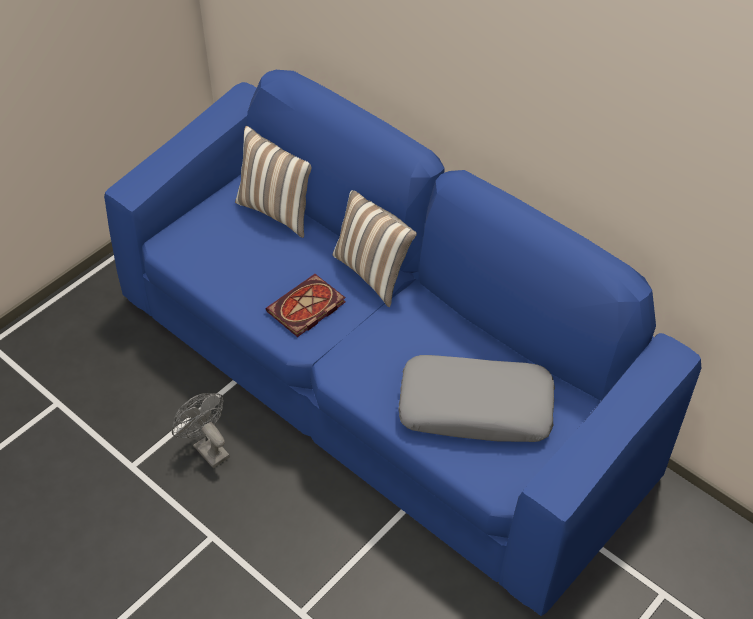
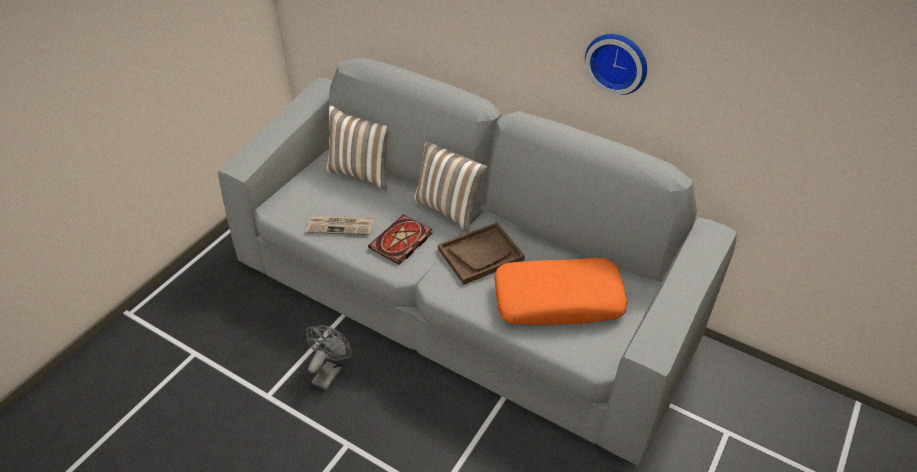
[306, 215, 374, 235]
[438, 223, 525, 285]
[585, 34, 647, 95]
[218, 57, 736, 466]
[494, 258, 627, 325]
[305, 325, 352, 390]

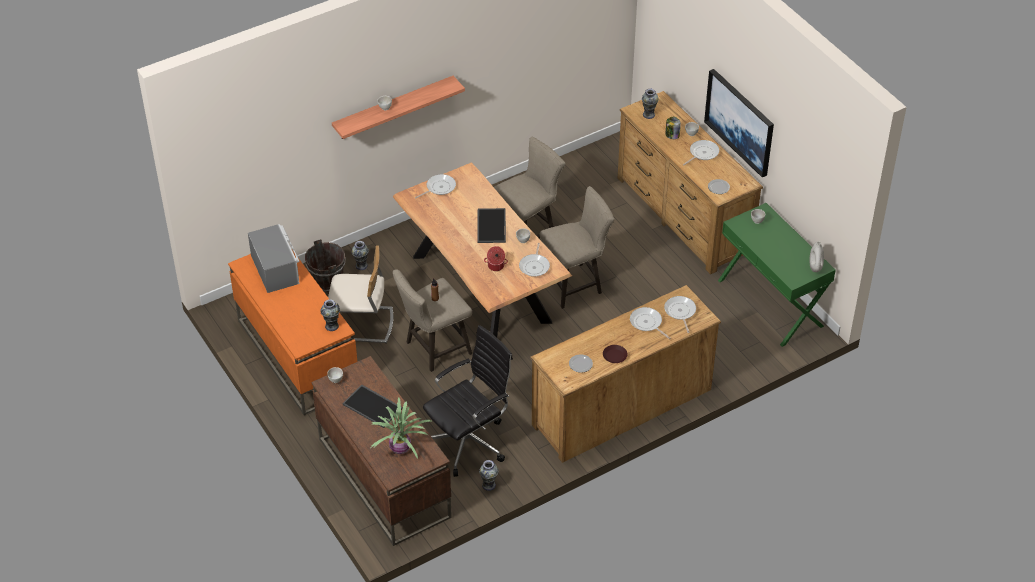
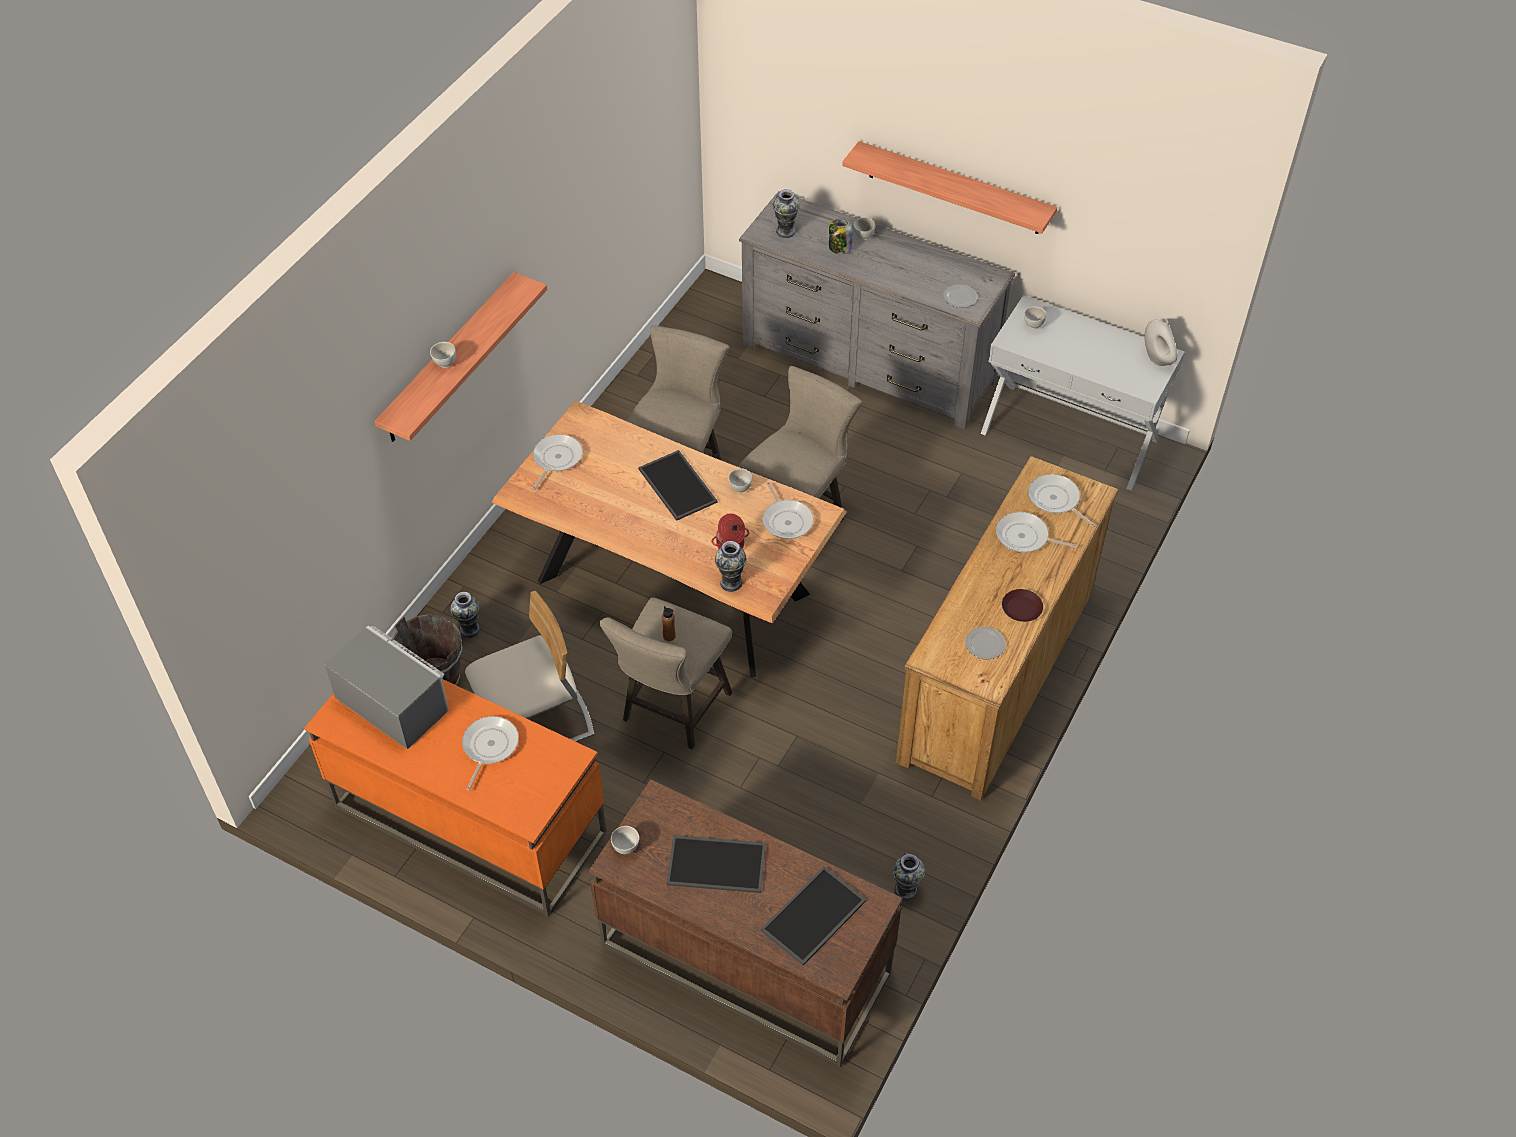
[423, 325, 513, 477] (first image)
[715, 541, 746, 592]
[462, 716, 519, 791]
[761, 866, 867, 966]
[842, 141, 1057, 234]
[739, 191, 1015, 430]
[981, 295, 1185, 491]

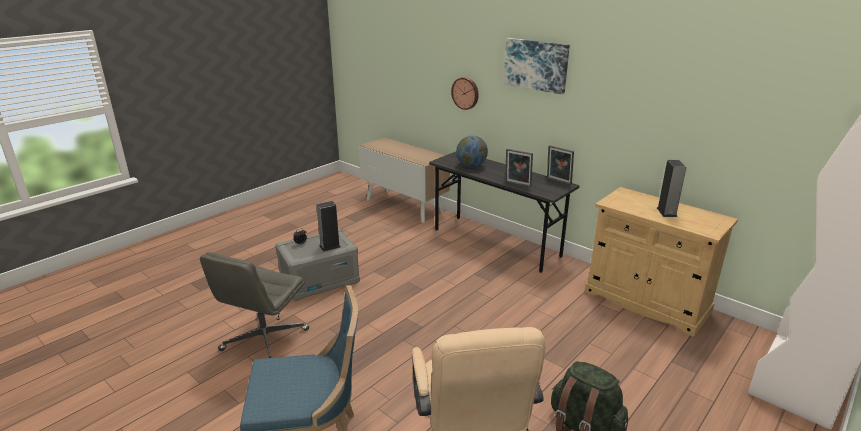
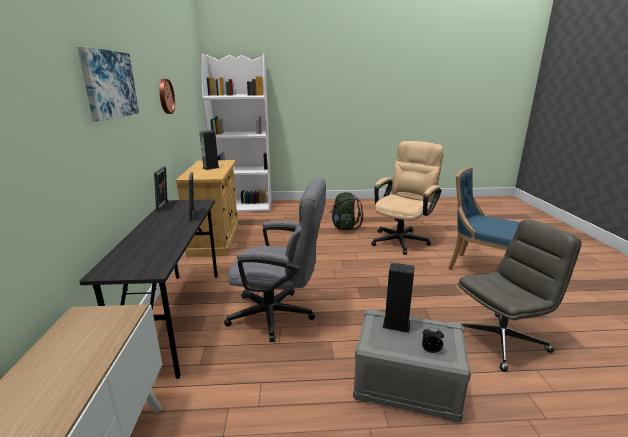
[456, 136, 488, 167] (first image)
[224, 177, 326, 342]
[159, 79, 175, 114]

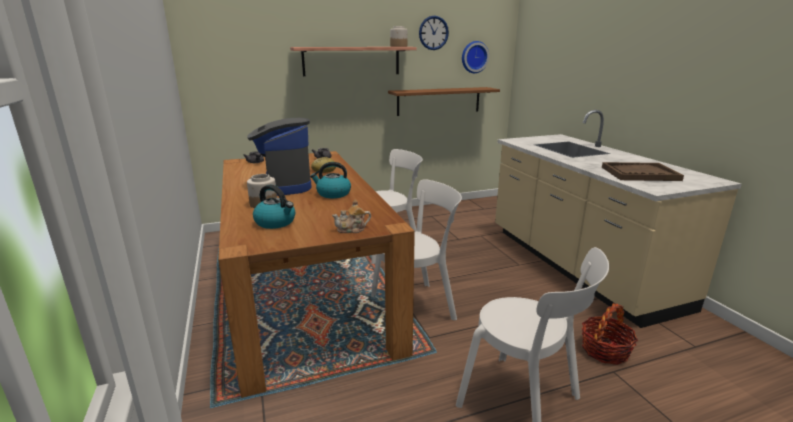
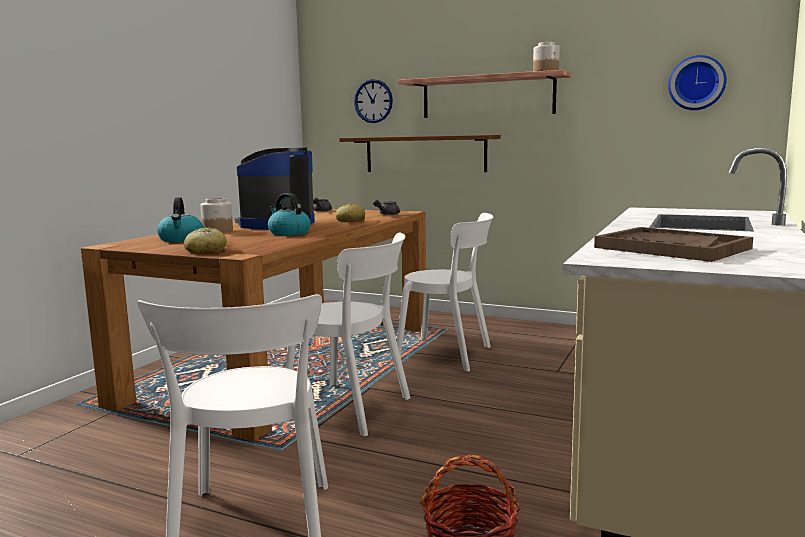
[339, 135, 501, 172]
[354, 79, 393, 123]
[184, 227, 227, 253]

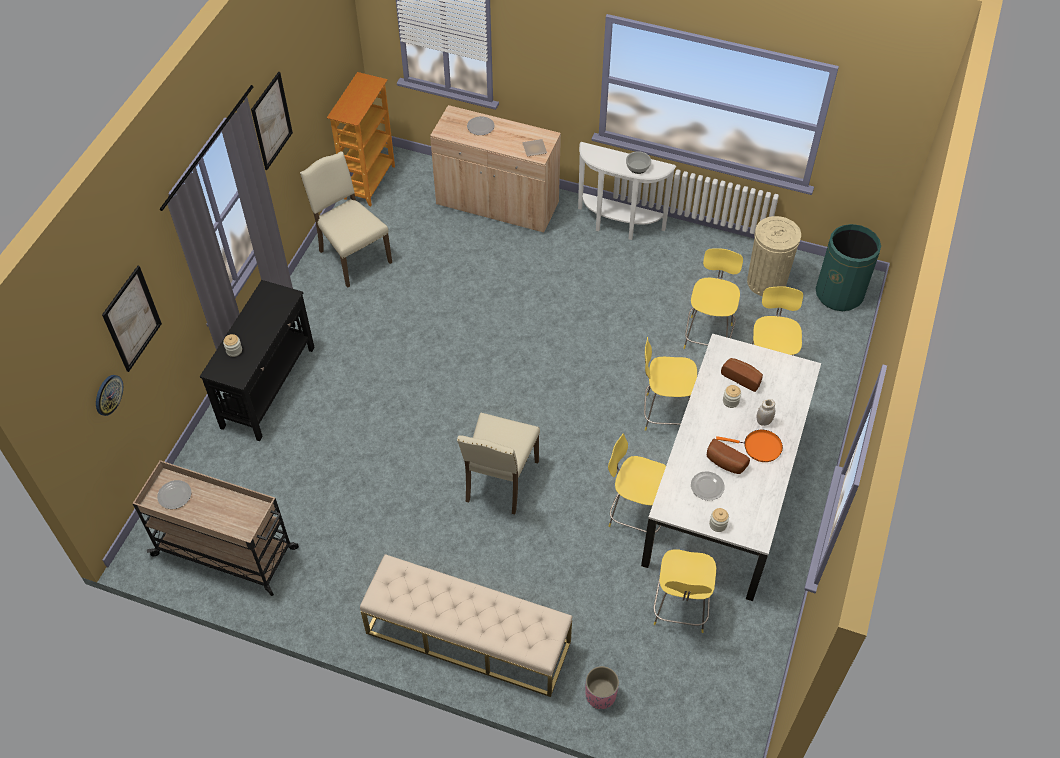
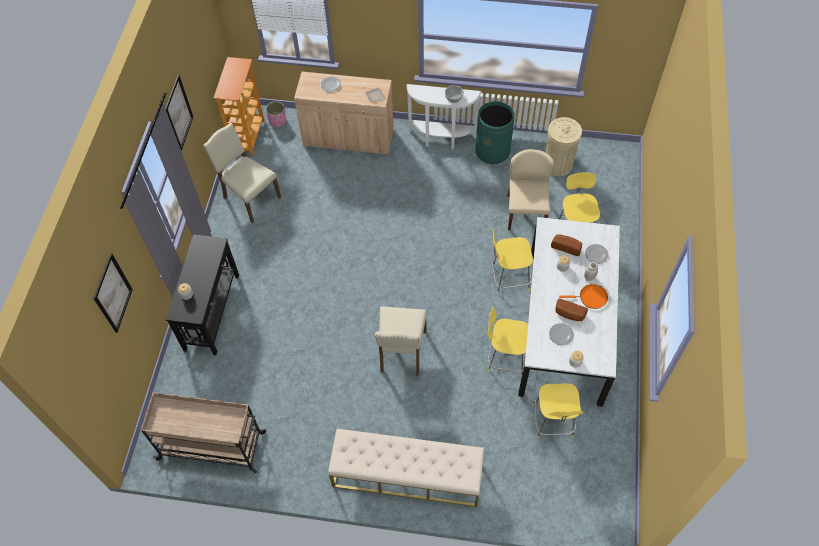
[96, 375, 123, 416] (first image)
[585, 244, 609, 264]
[266, 101, 286, 128]
[475, 101, 515, 164]
[508, 149, 554, 230]

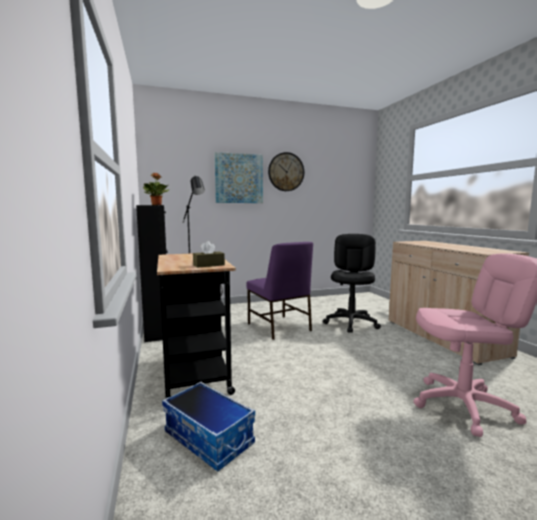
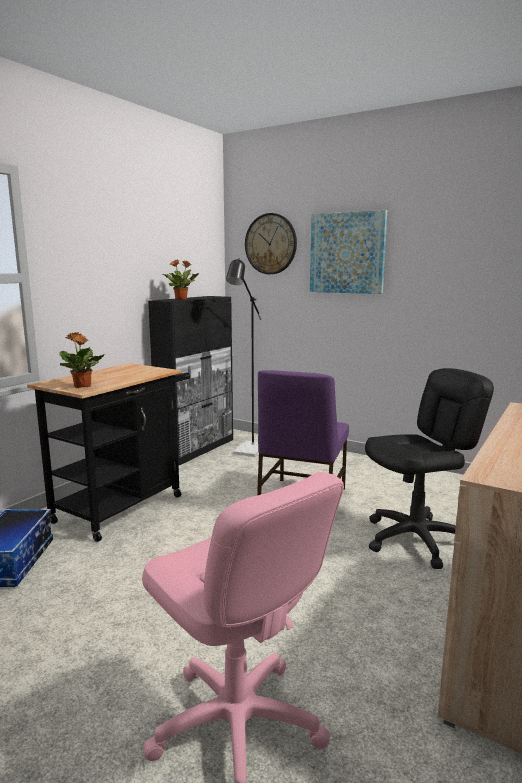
[245, 213, 297, 274]
[59, 332, 105, 388]

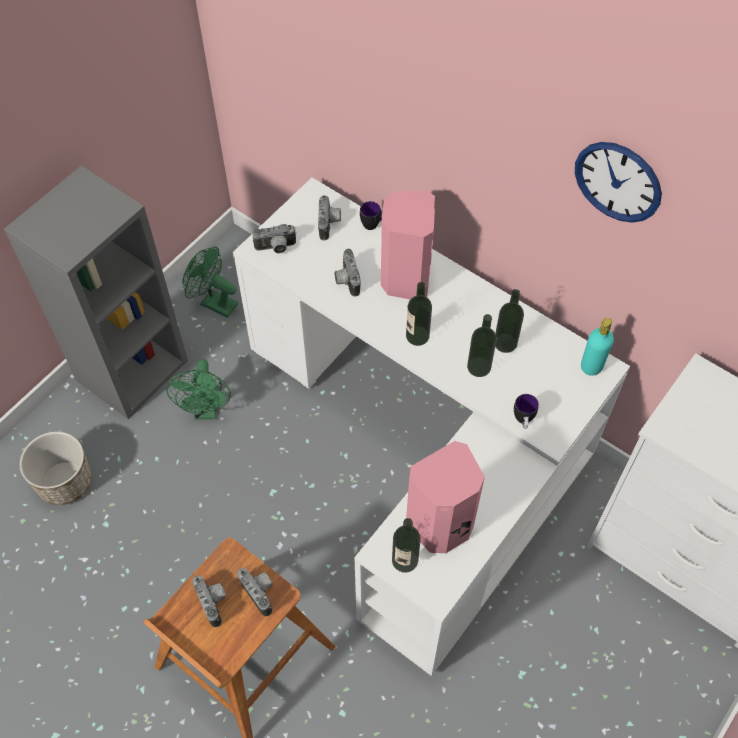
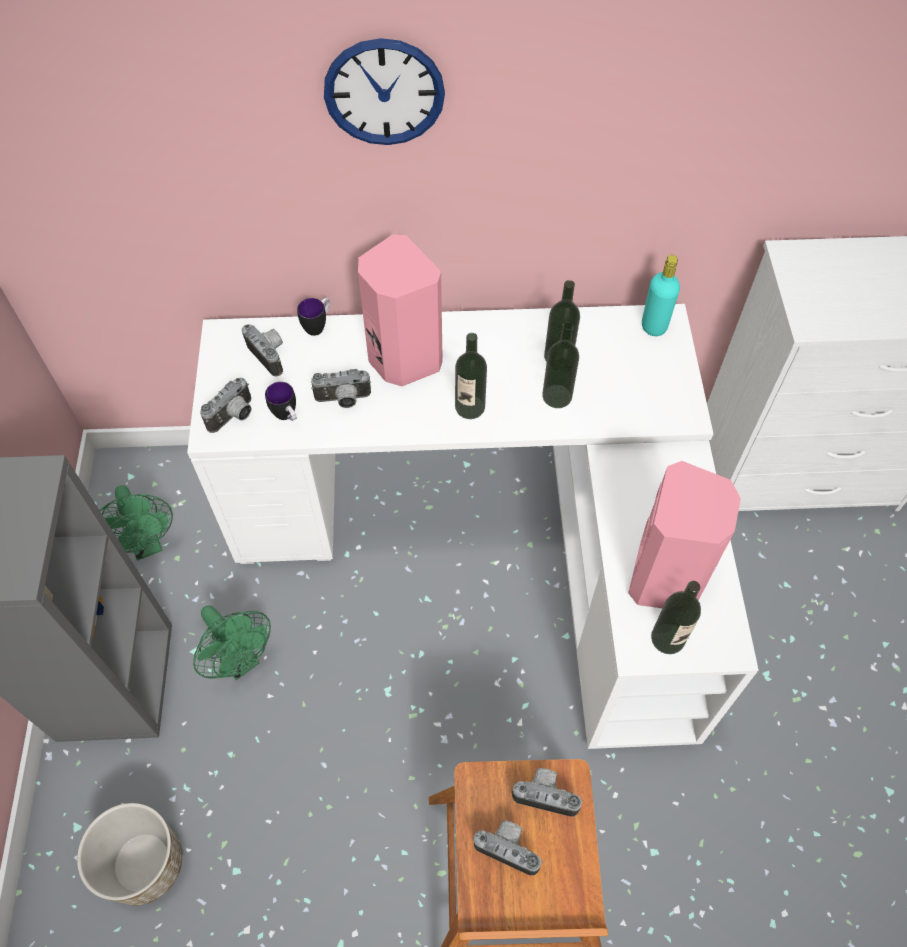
[265, 382, 297, 421]
[324, 38, 445, 145]
[100, 485, 173, 561]
[311, 369, 371, 408]

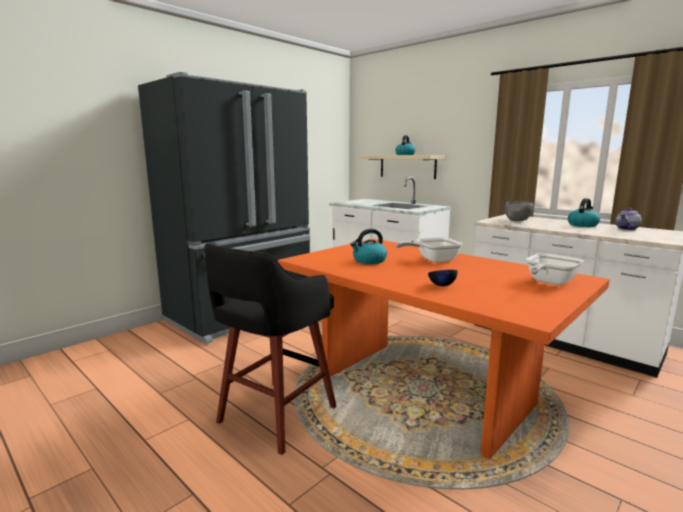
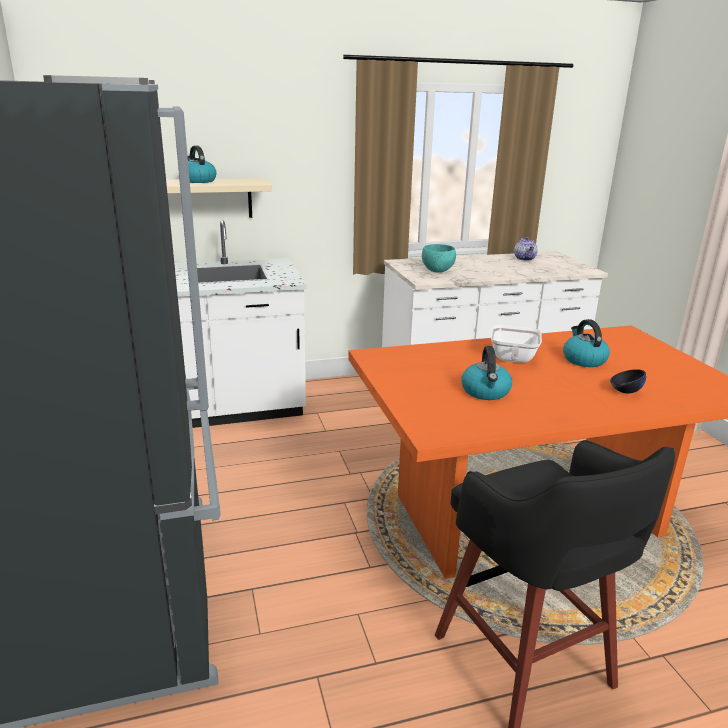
[526, 253, 584, 285] (first image)
[563, 319, 610, 367]
[422, 244, 456, 273]

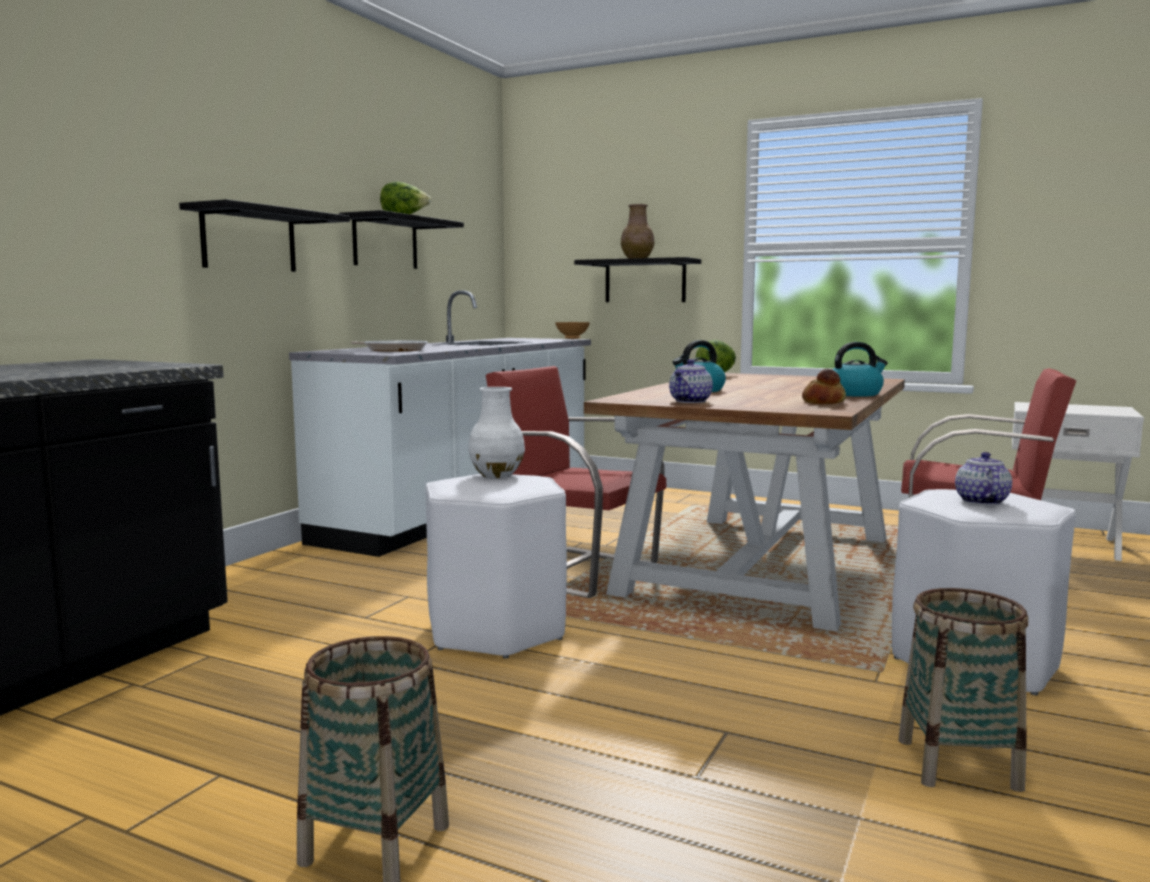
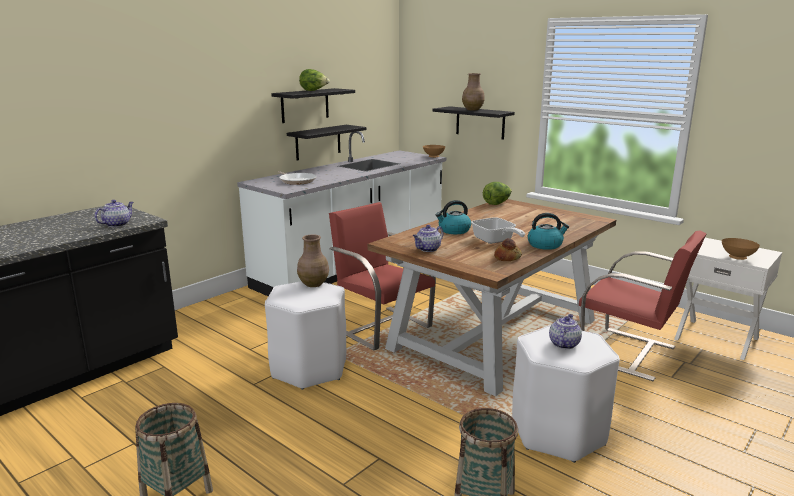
[94, 200, 134, 227]
[471, 217, 525, 244]
[722, 238, 760, 260]
[287, 125, 367, 160]
[297, 235, 329, 287]

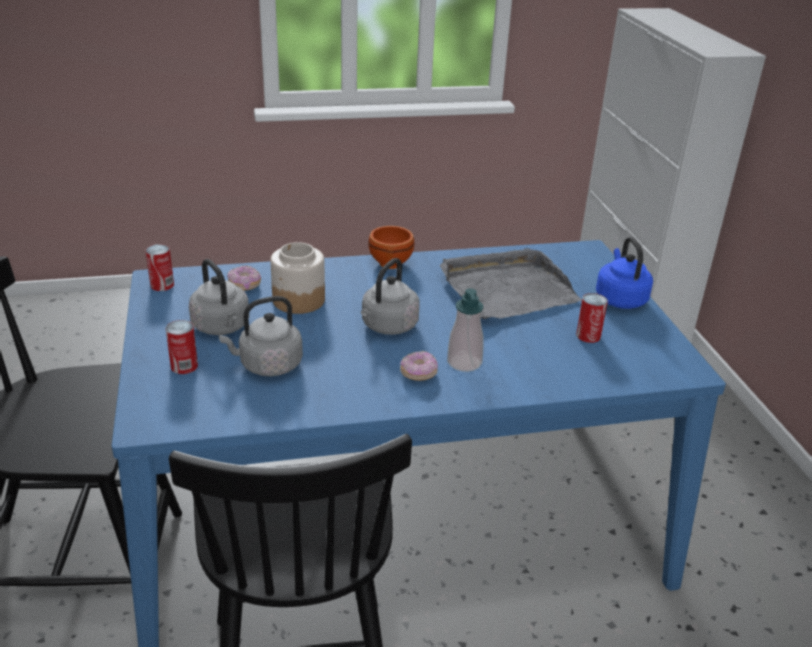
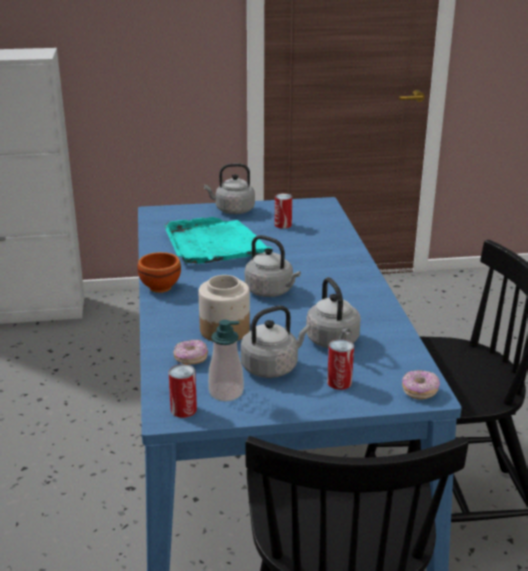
[402, 370, 440, 400]
[208, 320, 244, 402]
[164, 217, 273, 264]
[204, 163, 255, 214]

